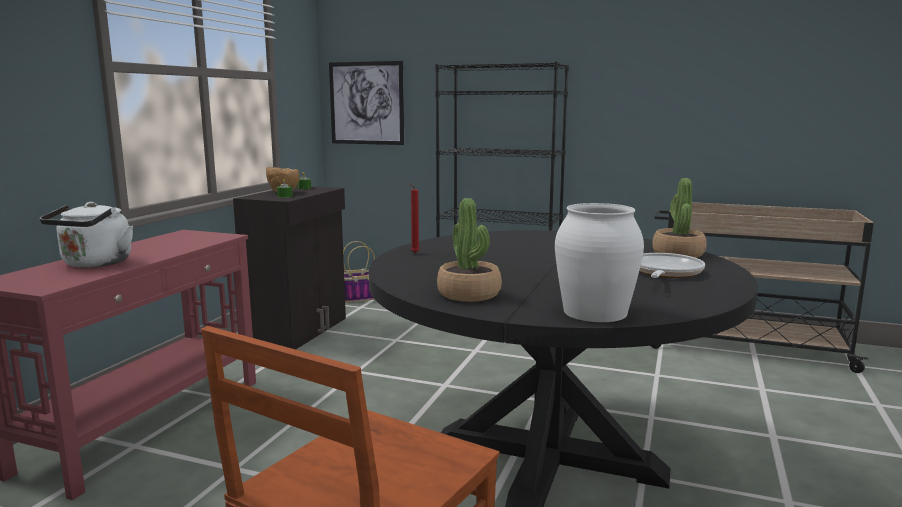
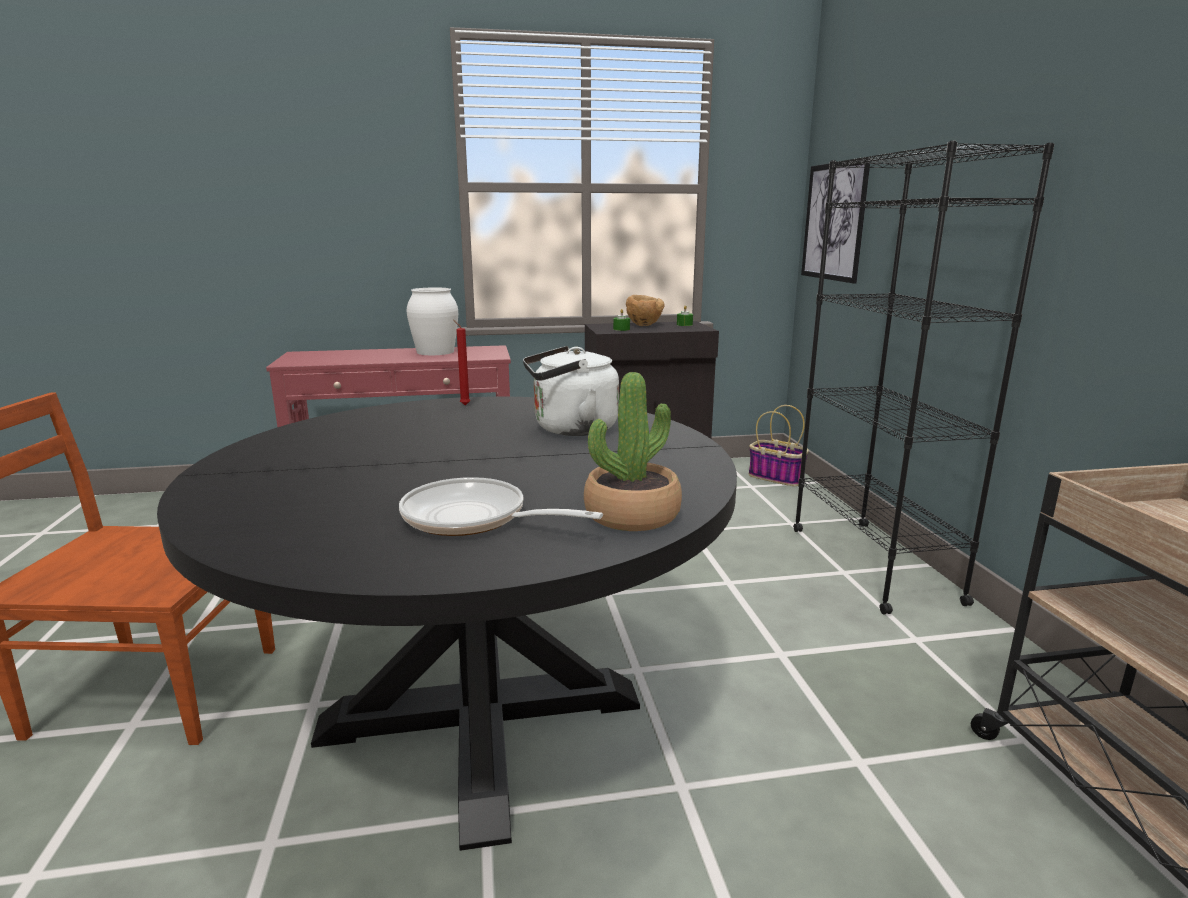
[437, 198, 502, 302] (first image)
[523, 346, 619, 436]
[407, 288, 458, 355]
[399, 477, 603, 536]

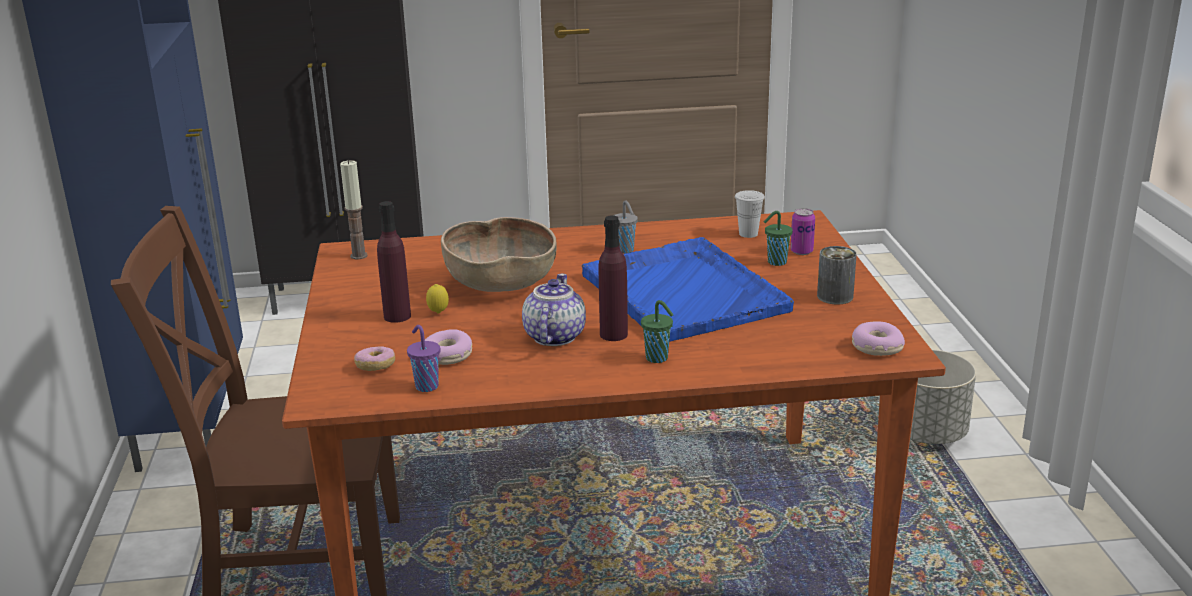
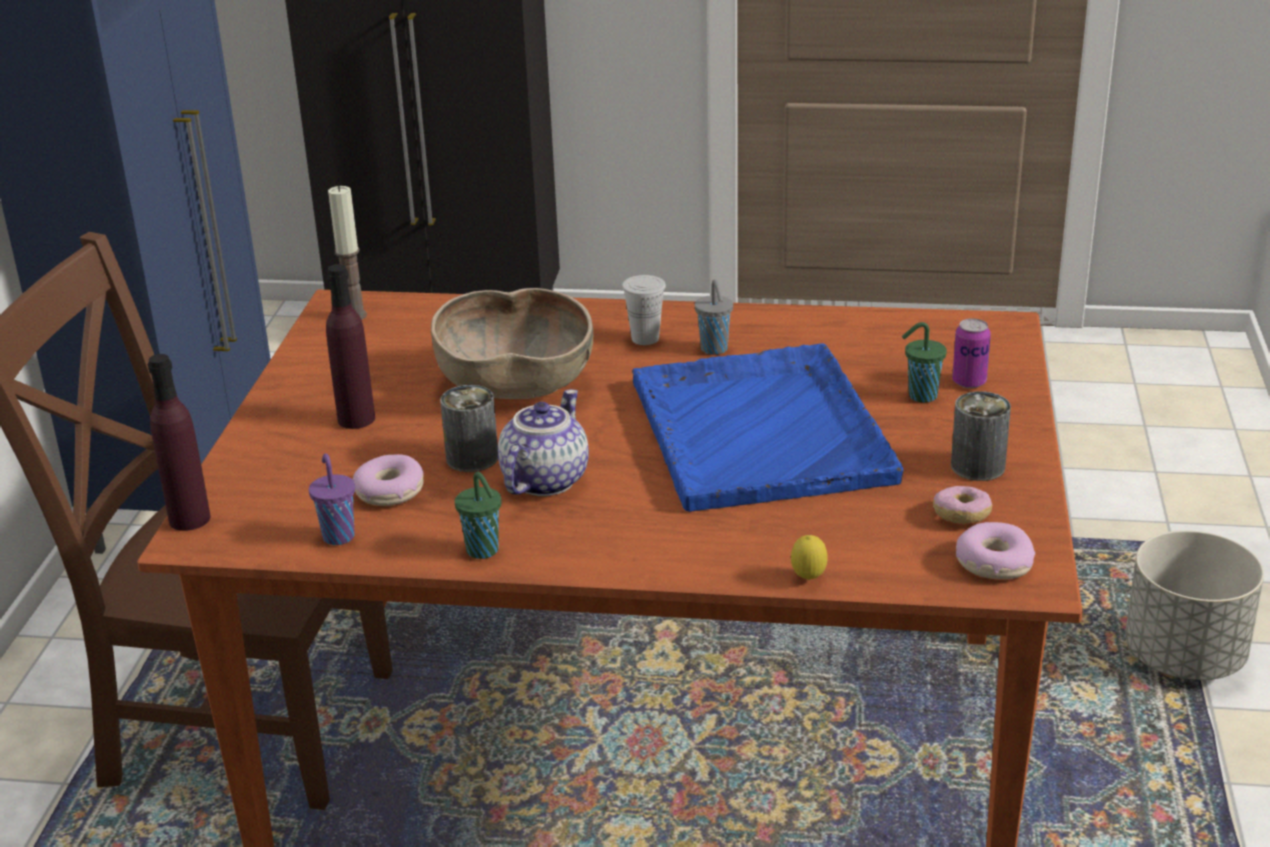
[440, 385, 498, 472]
[933, 486, 992, 524]
[791, 535, 828, 580]
[148, 354, 211, 531]
[454, 472, 501, 559]
[622, 275, 666, 345]

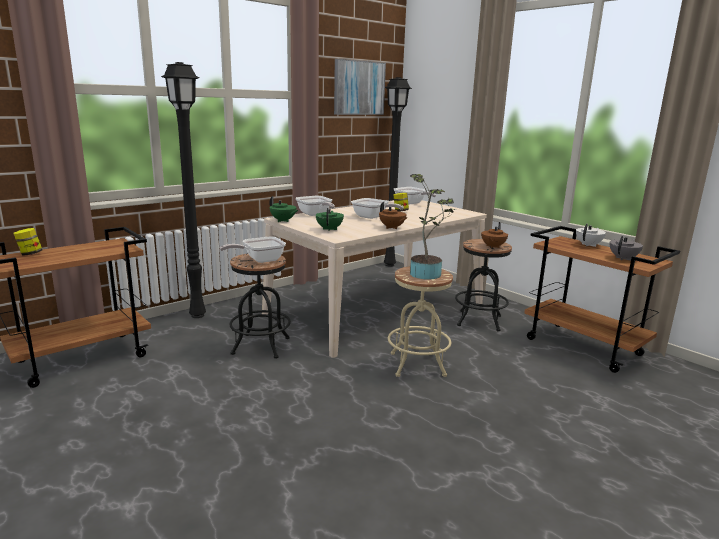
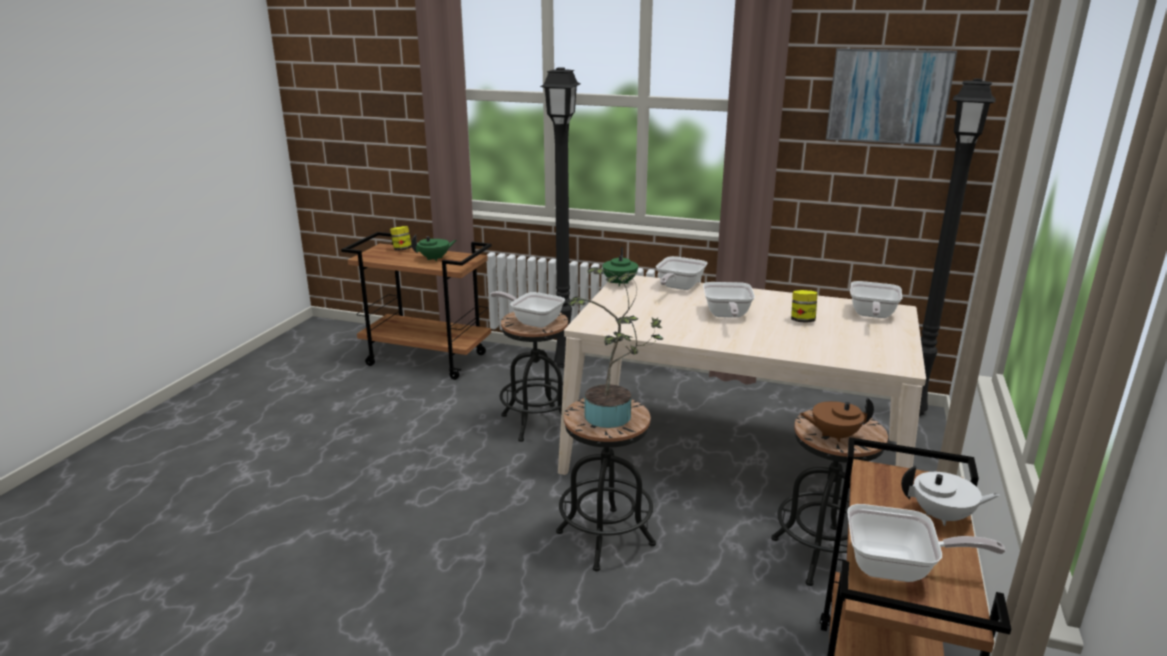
[379, 202, 407, 229] (first image)
[411, 234, 457, 261]
[847, 504, 1006, 582]
[556, 398, 656, 572]

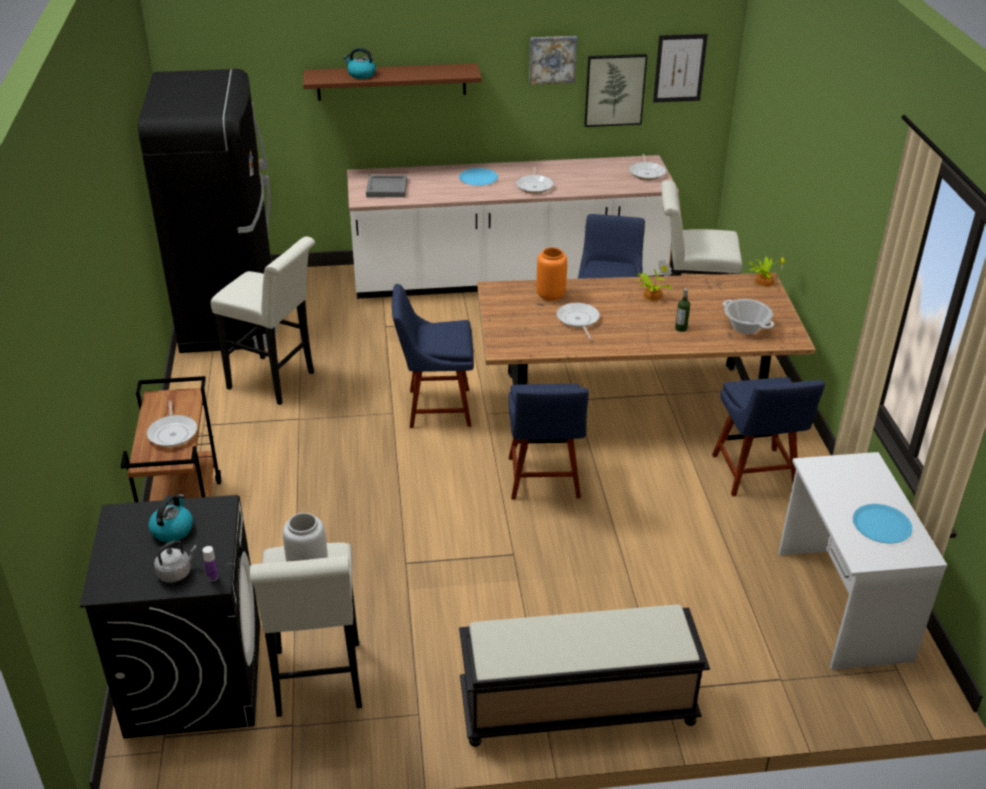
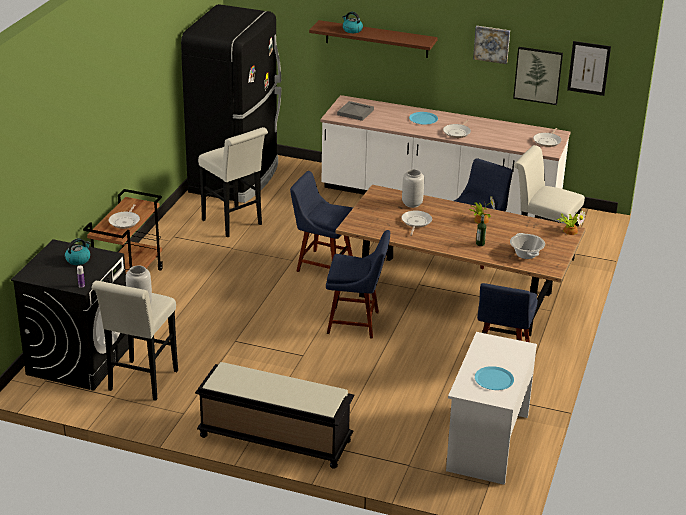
[154, 540, 197, 583] (first image)
[402, 169, 424, 208]
[326, 230, 390, 339]

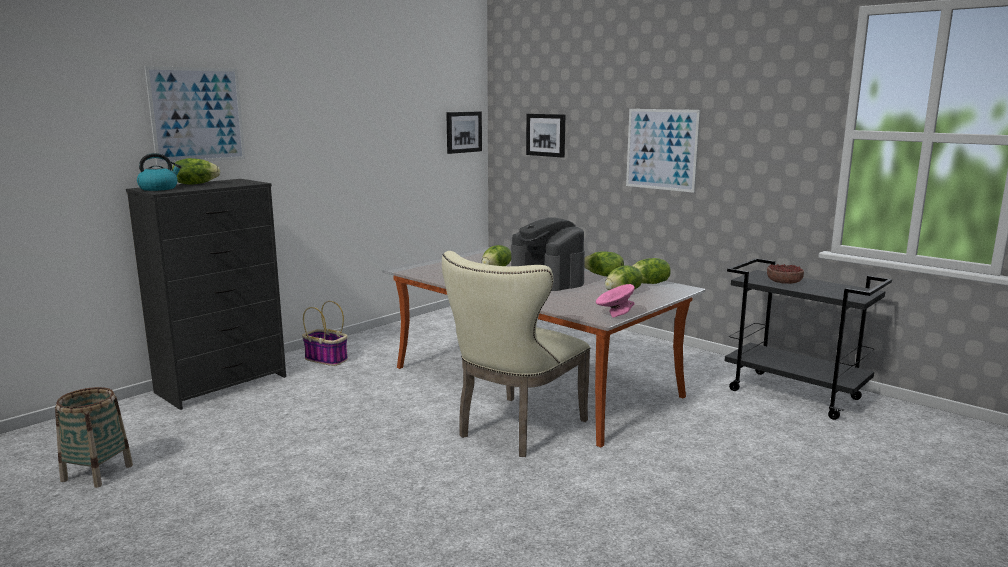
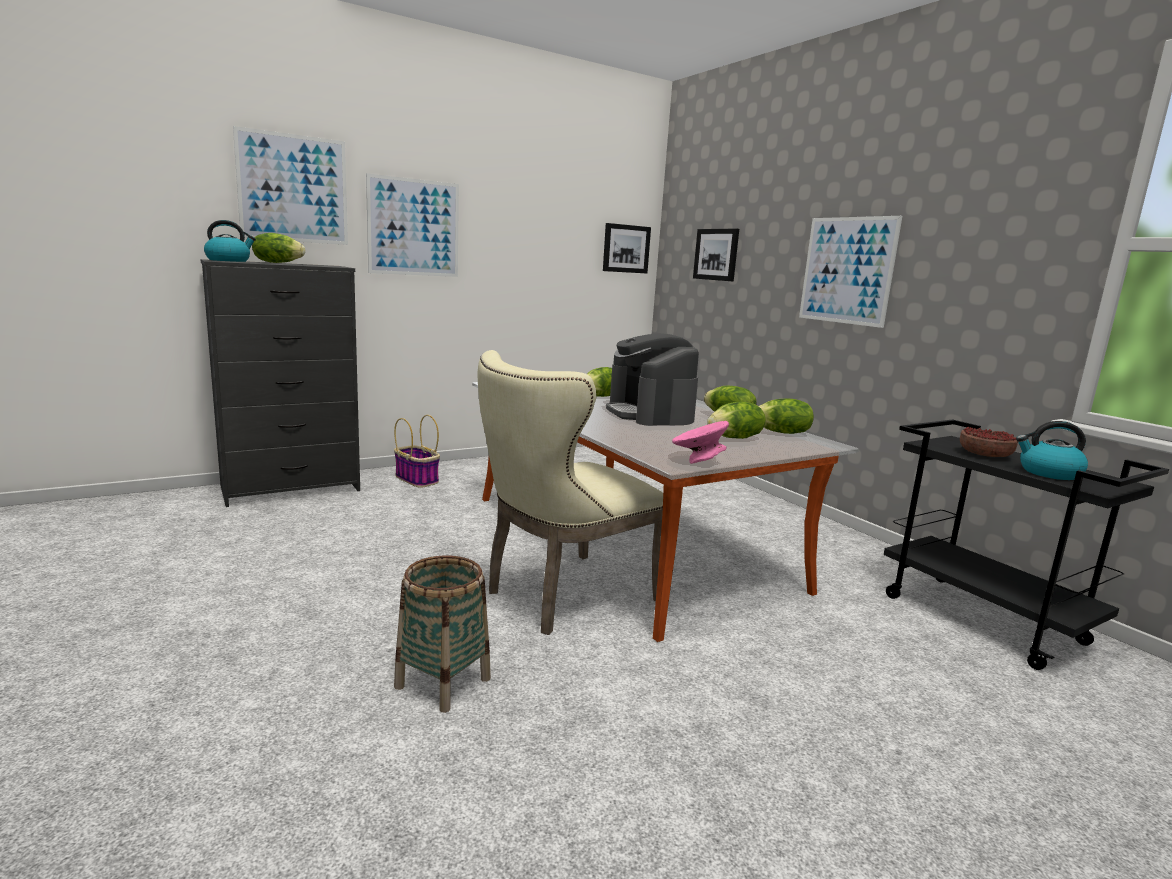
[366, 173, 459, 277]
[1016, 421, 1088, 480]
[394, 556, 491, 713]

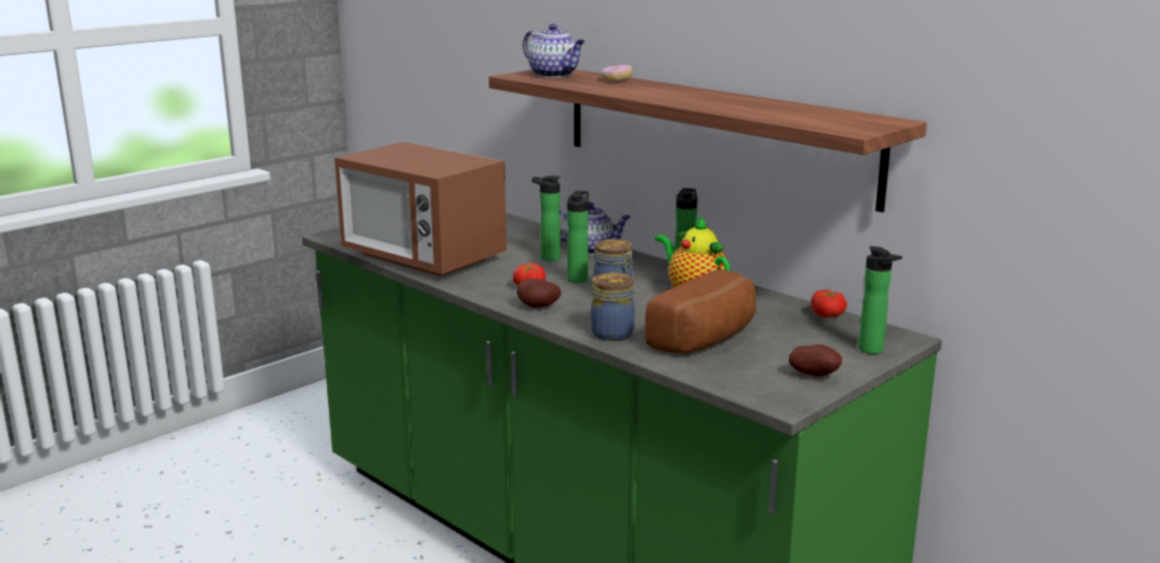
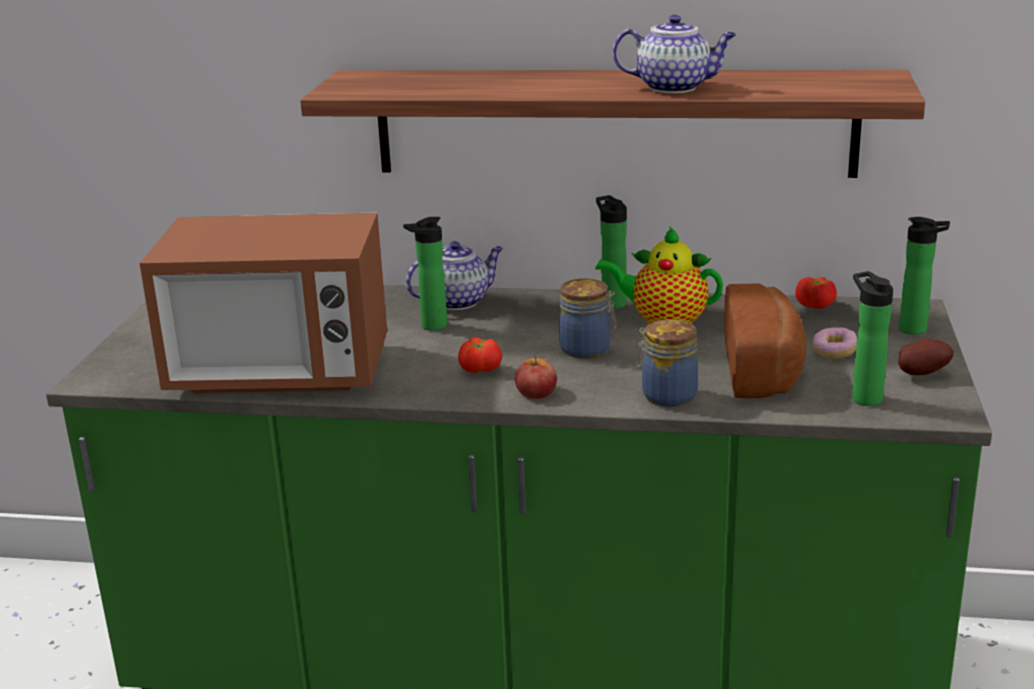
[613, 15, 736, 93]
[852, 271, 893, 406]
[813, 327, 857, 359]
[515, 354, 557, 399]

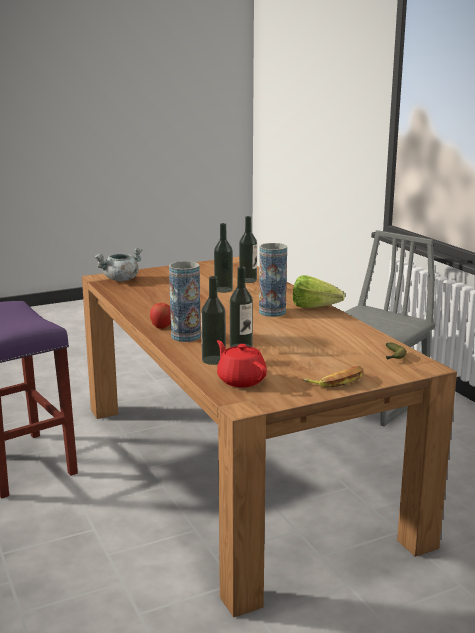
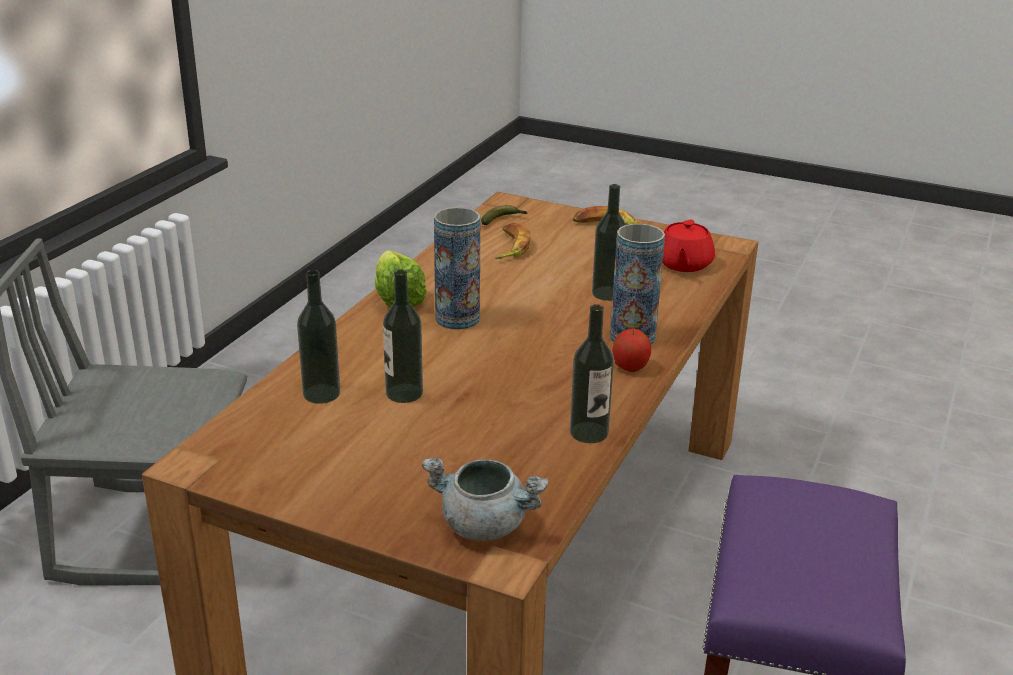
[495, 223, 531, 259]
[570, 304, 614, 443]

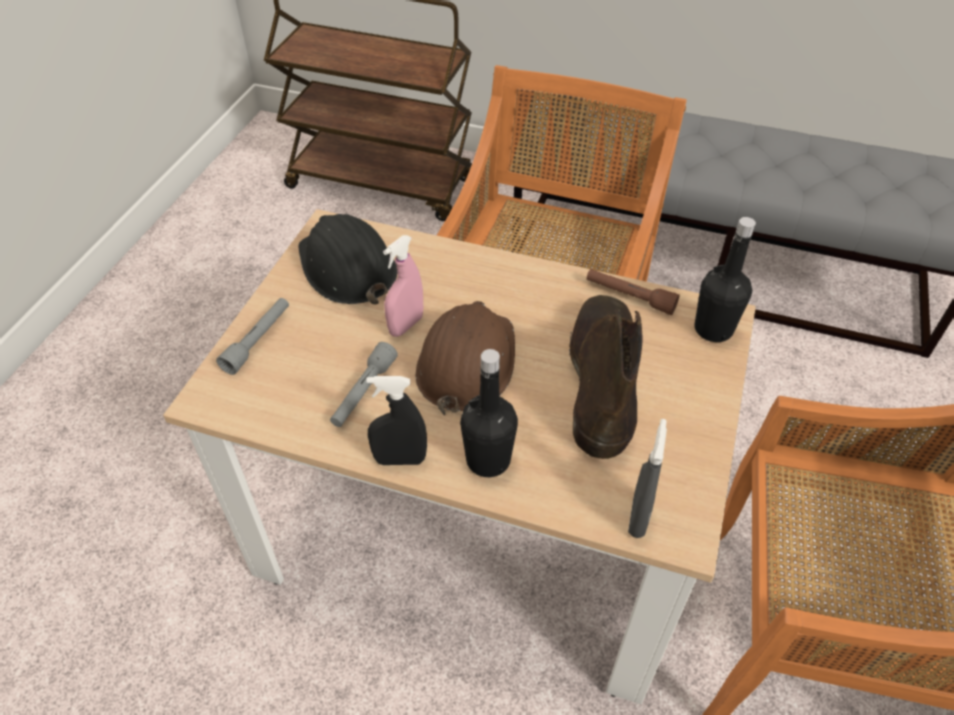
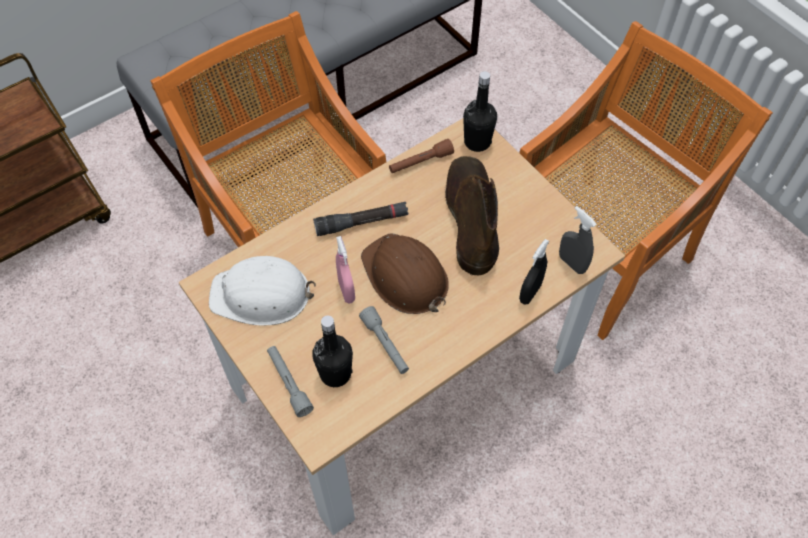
[313, 202, 409, 236]
[519, 239, 549, 305]
[312, 316, 353, 387]
[209, 256, 316, 326]
[445, 156, 499, 275]

